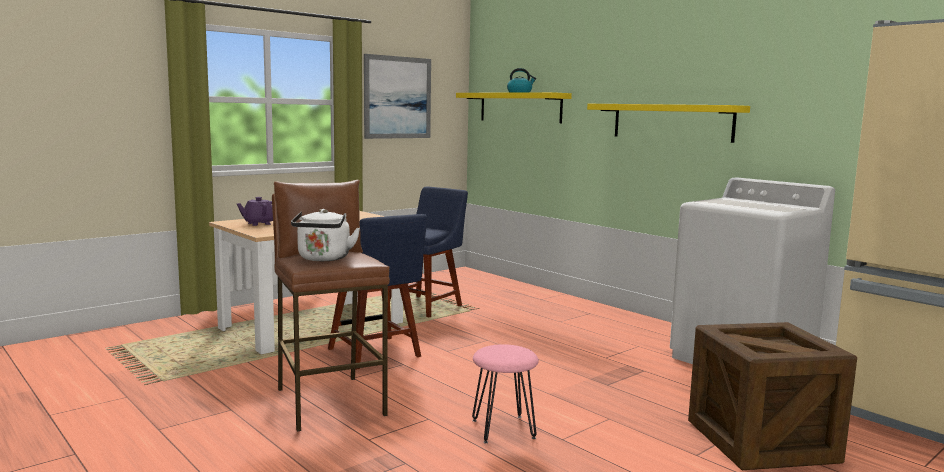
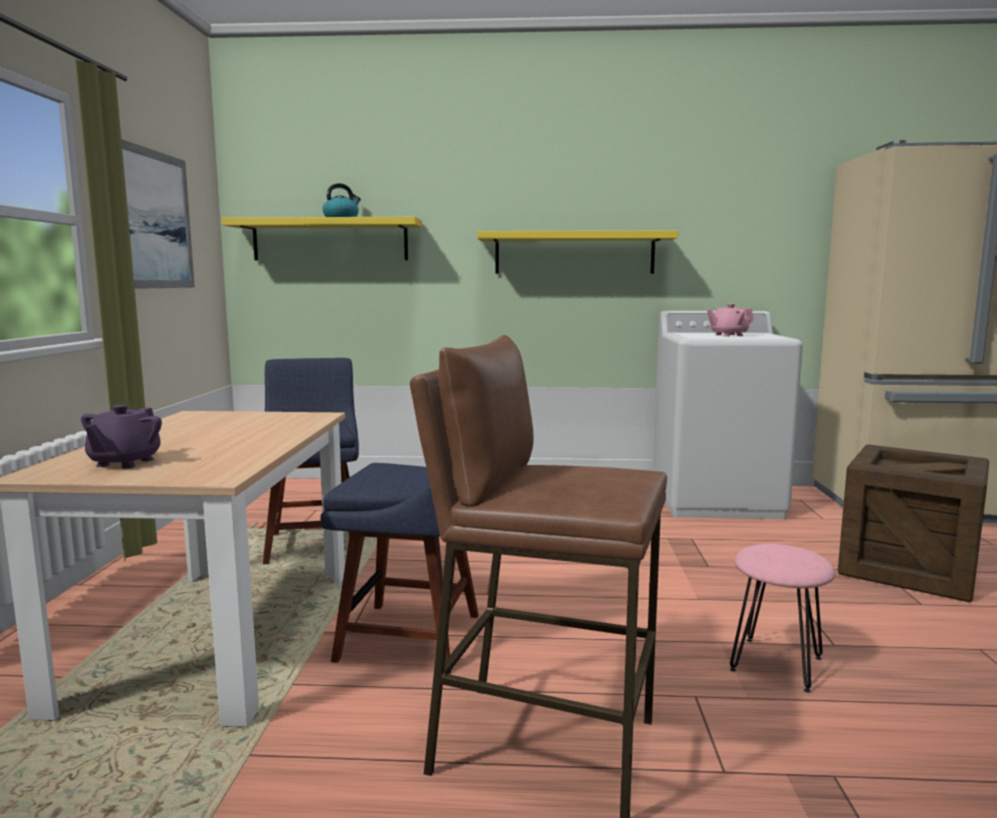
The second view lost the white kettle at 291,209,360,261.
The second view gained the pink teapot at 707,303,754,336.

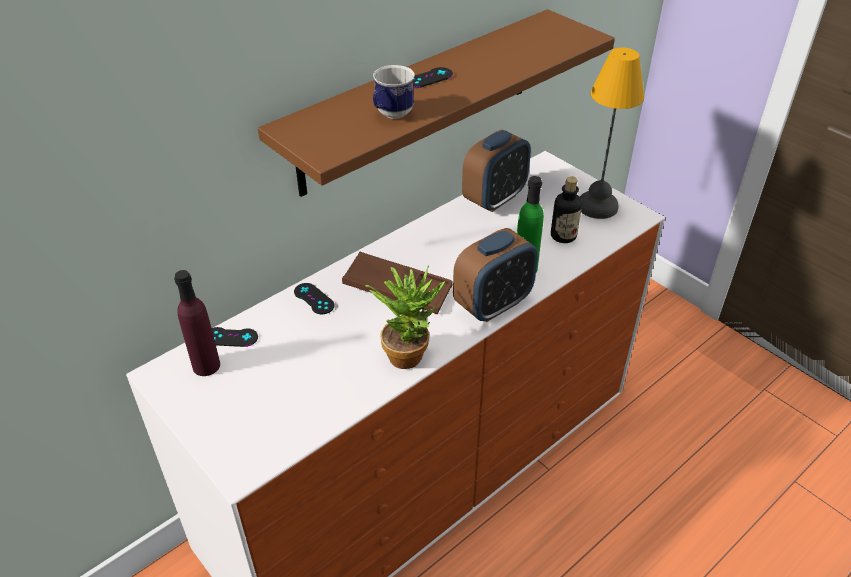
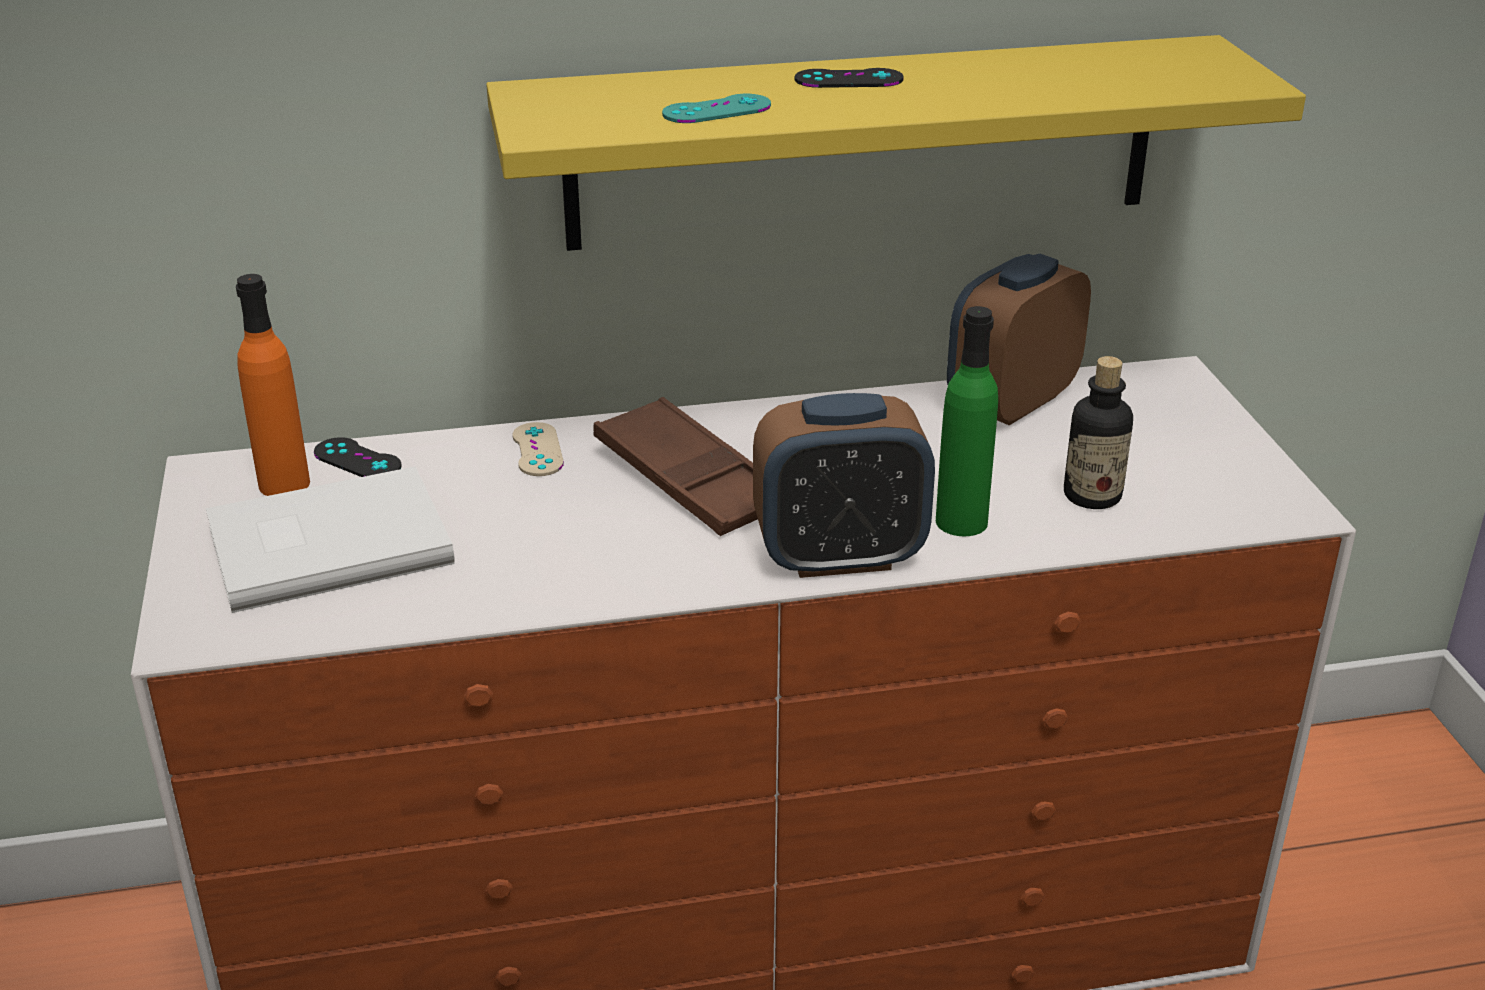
The second view lost the potted plant at 365,266,445,369.
The second view lost the table lamp at 580,48,644,219.
The second view gained the white book at 206,466,455,613.
Where the mug stood at 373,65,415,119, the turquoise game controller came to stand at 662,94,771,123.
What was the purple bottle at 174,270,220,376 turned into the orange bottle at 236,274,310,496.
What was the brown shelf at 258,9,615,197 turned into the yellow shelf at 486,35,1306,251.
What was the black game controller at 294,283,335,314 turned into the beige game controller at 512,422,564,476.
The alarm clock at 462,130,531,212 ended up facing another way, 150 degrees clockwise from before.

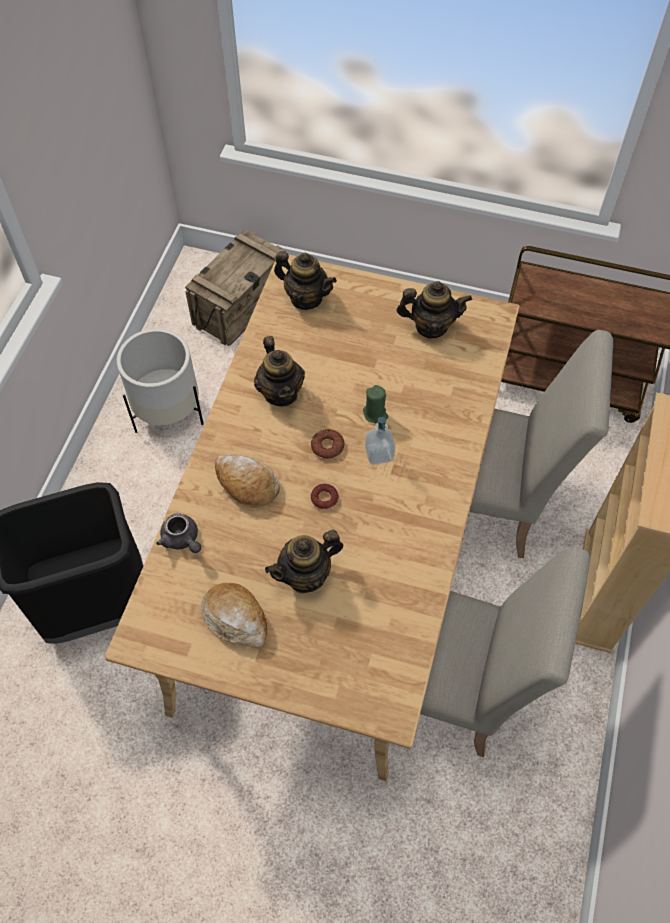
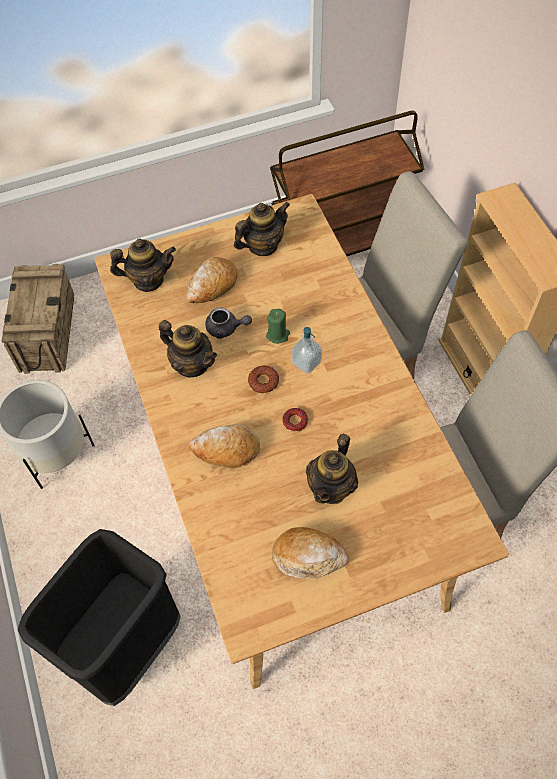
The second view gained the bread at 187,257,237,303.
The grey teapot ended up elsewhere, having gone from 156,514,201,553 to 205,307,252,339.

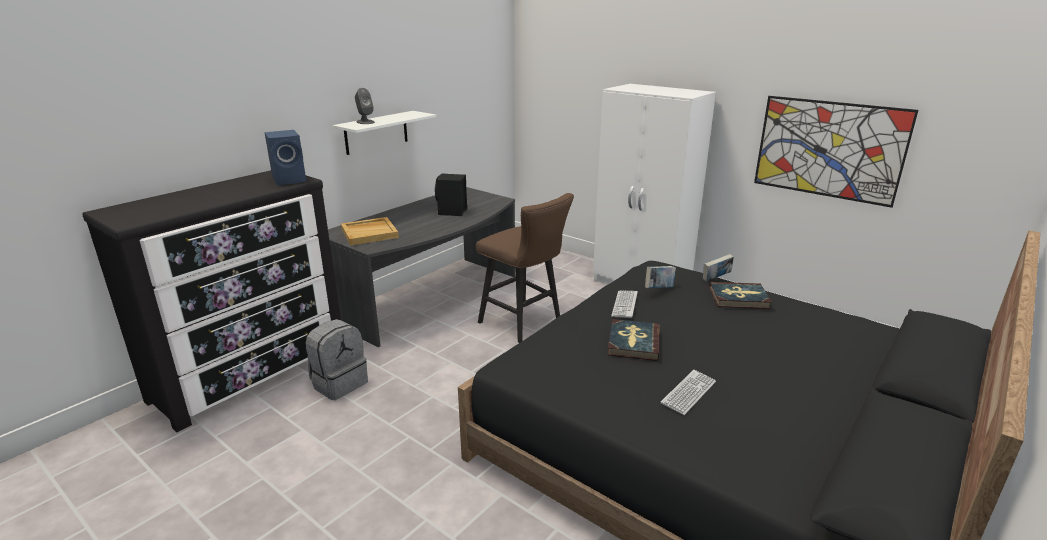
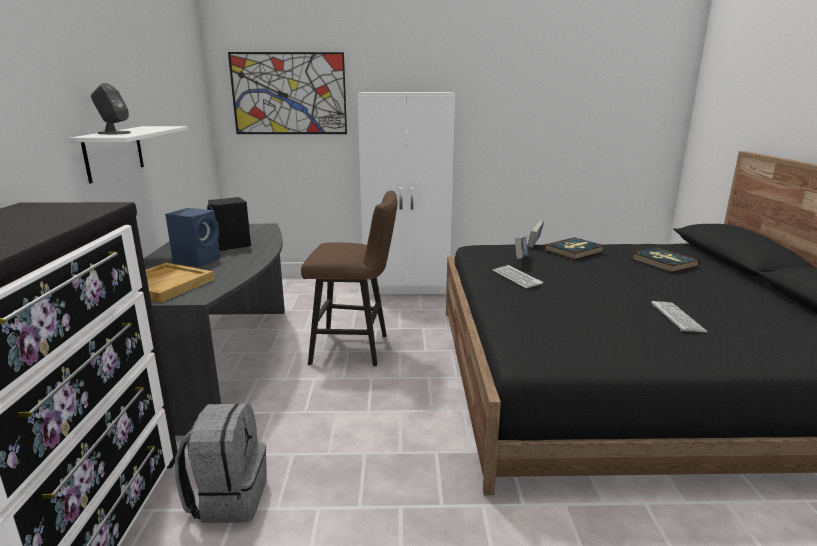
The blue speaker ended up elsewhere, having gone from 264,130,306,185 to 165,208,220,267.
The book ended up elsewhere, having gone from 607,319,660,361 to 631,247,700,273.
The picture ended up elsewhere, having gone from 754,96,918,208 to 228,52,347,134.

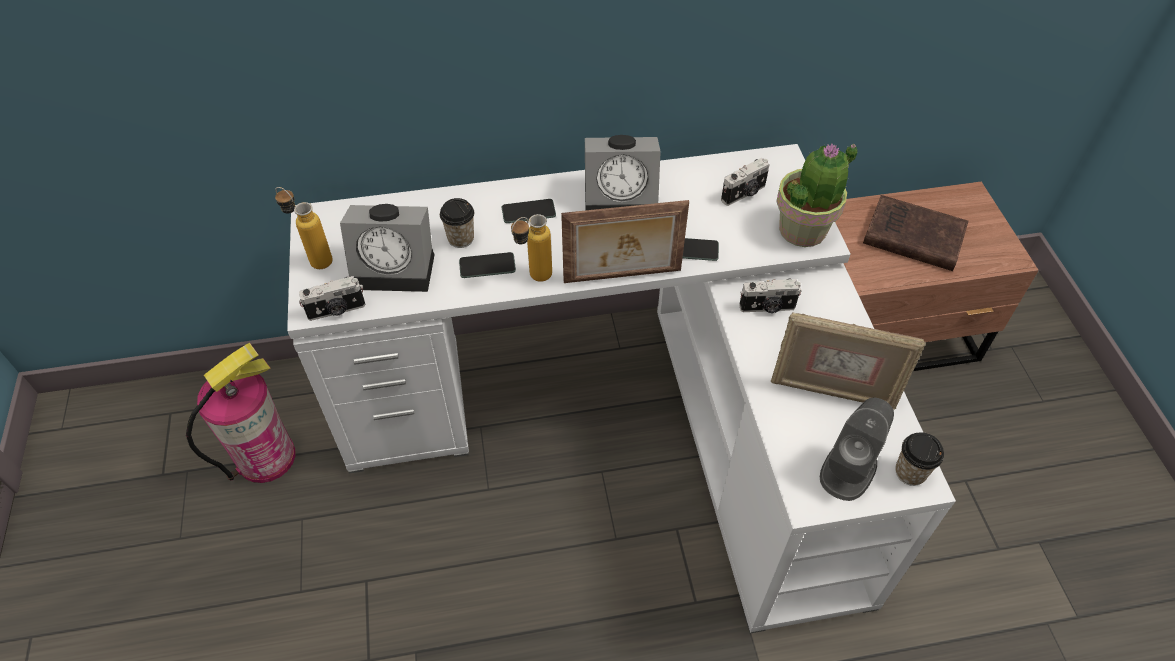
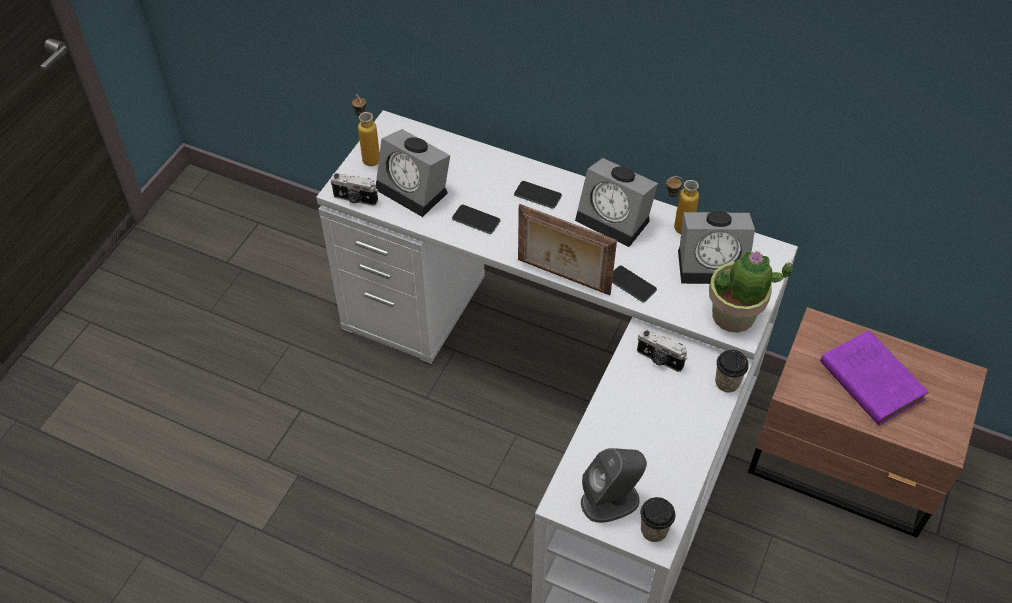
The second view lost the fire extinguisher at 186,343,295,483.
The second view lost the picture frame at 771,312,926,410.
The cup ended up elsewhere, having gone from 440,198,474,248 to 715,350,749,393.
The bottle ended up elsewhere, having gone from 511,214,552,282 to 666,176,699,234.
Where the photo camera stood at 721,158,770,206, the alarm clock came to stand at 678,211,755,284.
What was the brown book at 863,195,968,271 turned into the purple book at 820,330,929,426.

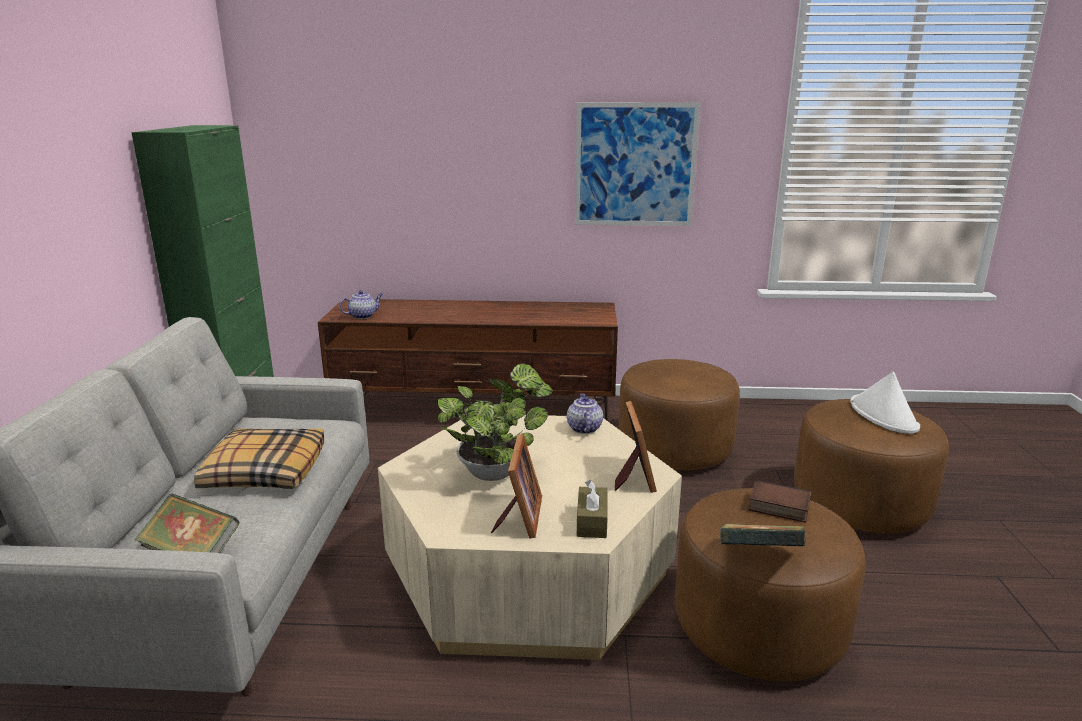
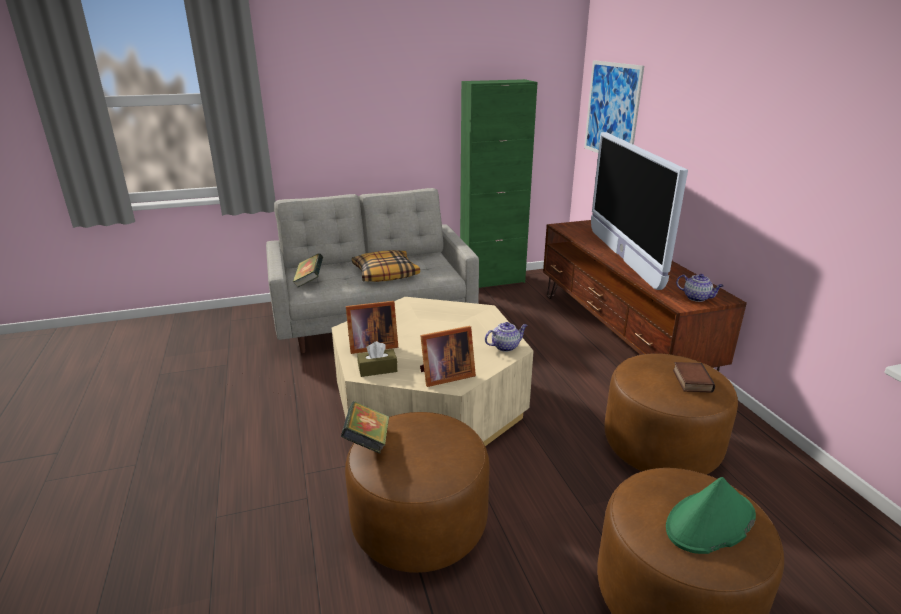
The second view lost the potted plant at 437,363,553,481.
The second view gained the television at 591,132,688,290.
The teapot ended up elsewhere, having gone from 339,290,383,319 to 676,274,724,302.
The picture ended up elsewhere, having gone from 575,102,700,226 to 584,60,644,153.
The book ended up elsewhere, having gone from 748,480,811,523 to 673,362,715,393.
What was the white hat at 850,371,920,434 turned into the green hat at 666,477,756,554.

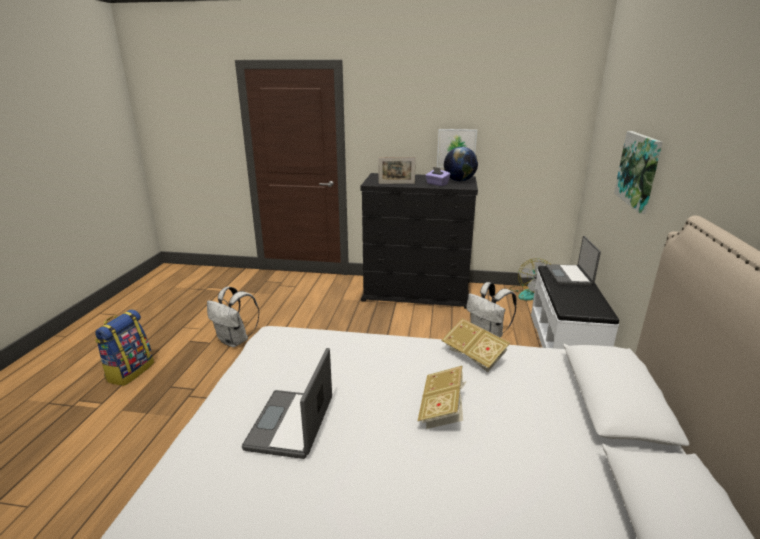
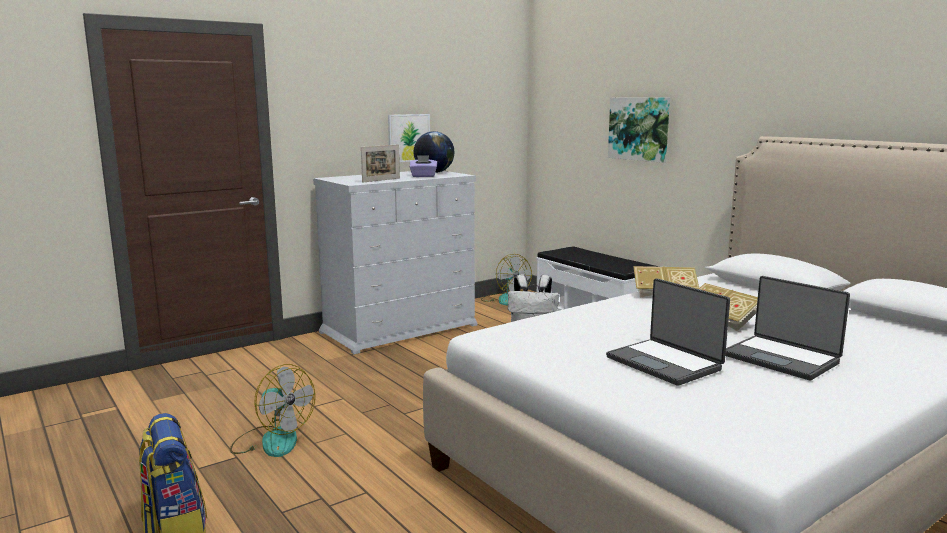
The laptop ended up elsewhere, having gone from 546,236,601,286 to 725,276,850,380.
Where the white backpack stood at 207,287,260,347, the fan came to stand at 230,364,315,457.
What was the black dresser at 360,173,478,309 turned into the white dresser at 313,171,478,354.

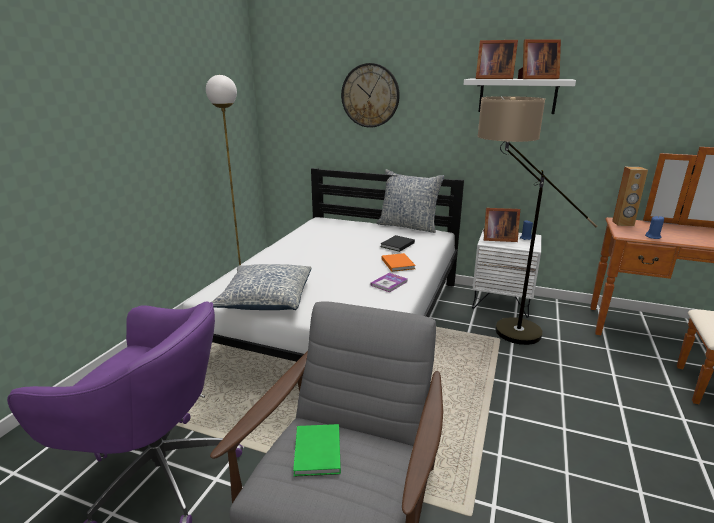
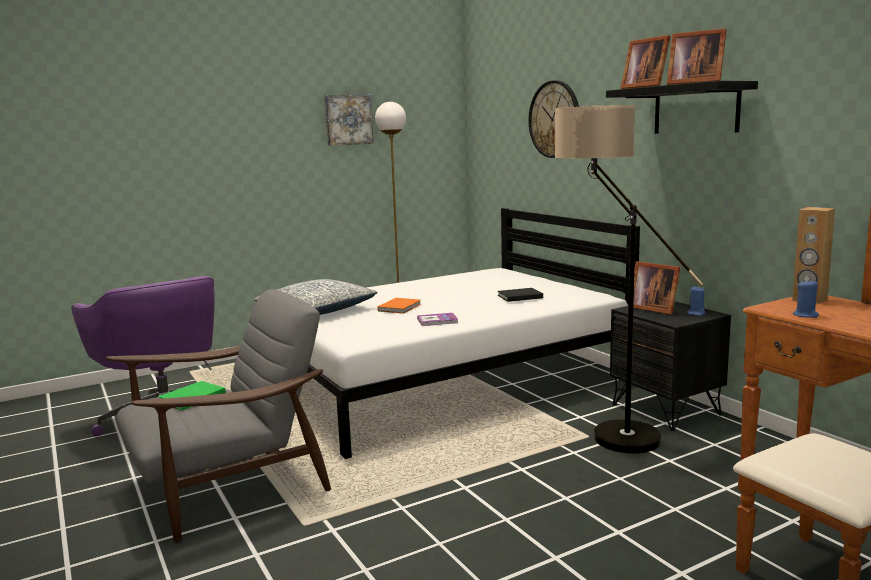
The second view lost the pillow at 376,169,445,233.
The second view gained the picture at 324,95,374,146.
The orange book ended up elsewhere, having gone from 382,253,416,272 to 377,298,421,314.
What was the white shelf at 464,79,576,114 turned into the black shelf at 606,81,758,134.
What was the white nightstand at 472,231,541,318 turned into the black nightstand at 610,302,731,431.

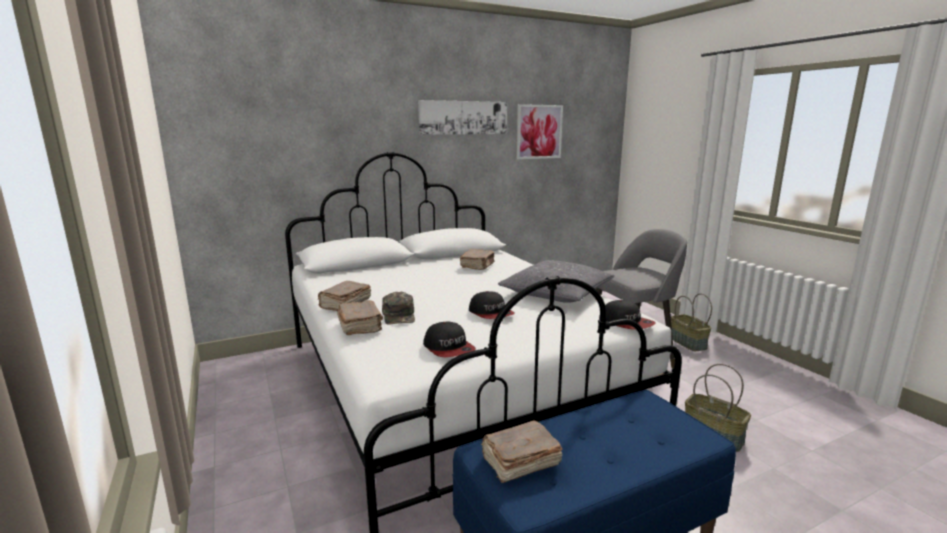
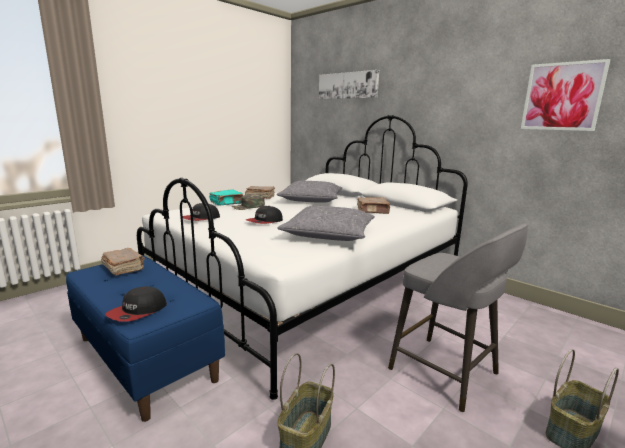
The second view gained the grey pillow at 276,181,343,203.
The picture ended up elsewhere, having gone from 418,100,507,135 to 319,70,379,99.
The cap ended up elsewhere, having gone from 599,300,656,330 to 105,286,167,322.
What was the brown book at 337,300,383,335 turned into the turquoise book at 209,189,244,206.

